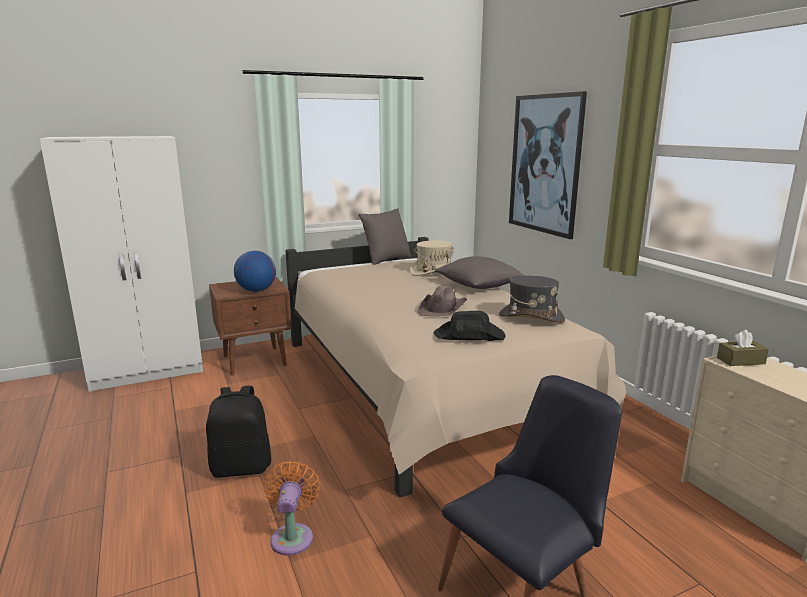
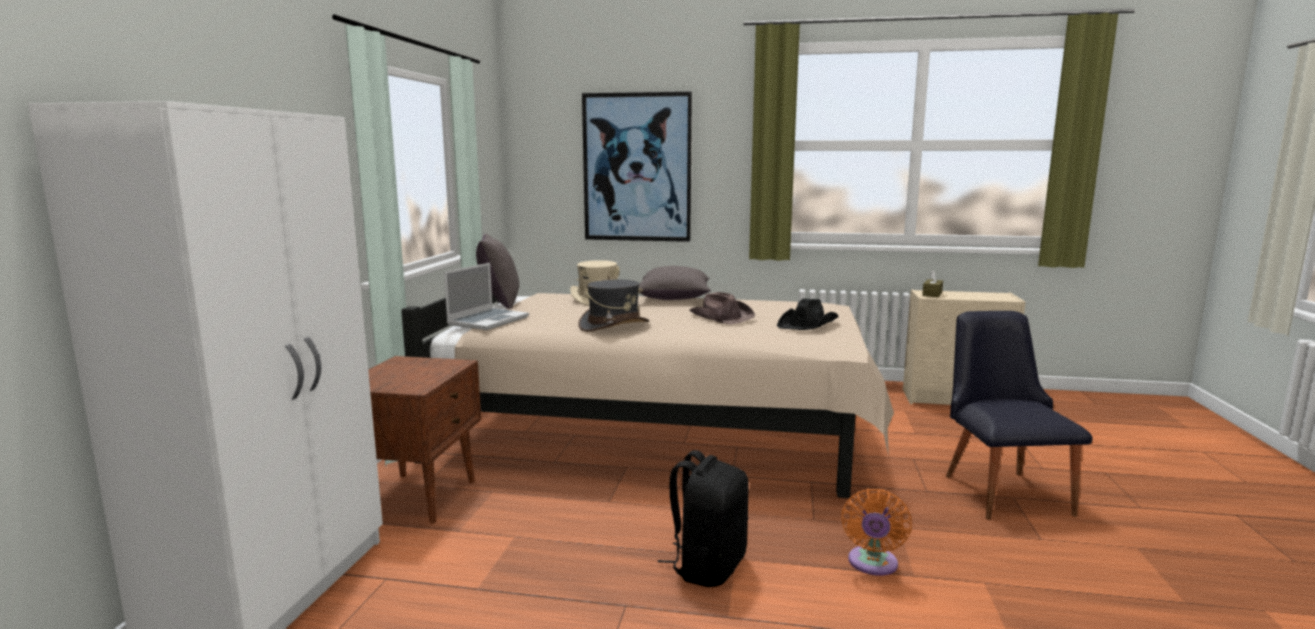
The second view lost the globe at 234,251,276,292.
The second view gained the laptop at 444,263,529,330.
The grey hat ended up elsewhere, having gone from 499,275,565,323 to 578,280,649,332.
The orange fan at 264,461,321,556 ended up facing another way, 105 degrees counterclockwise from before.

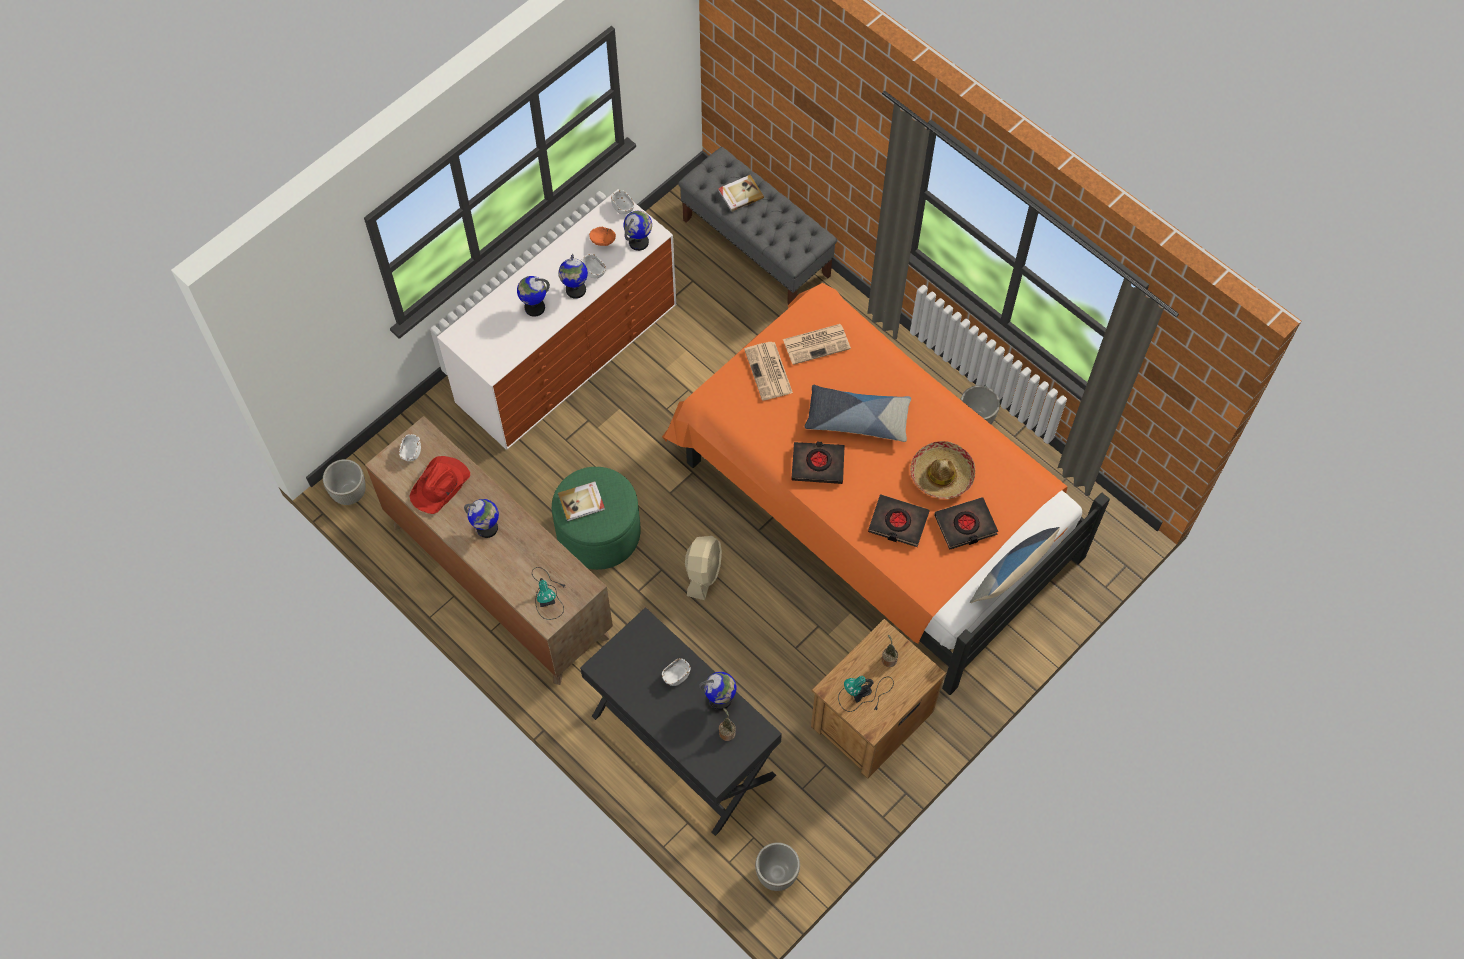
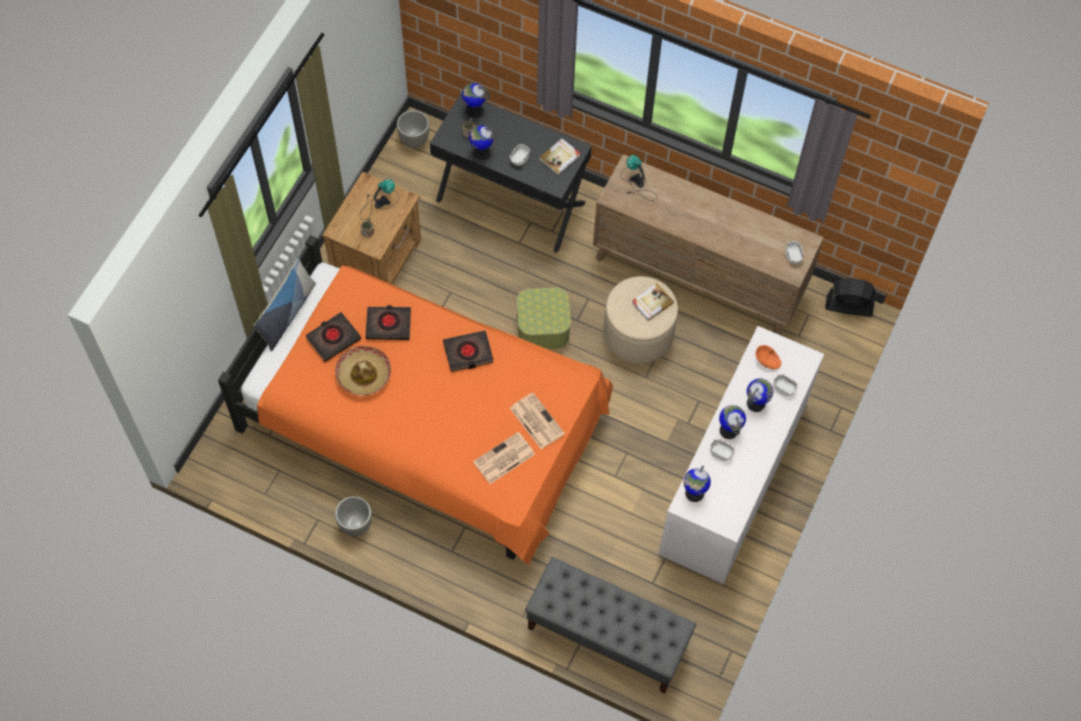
The second view lost the red hat at 409,456,470,514.
The second view lost the pillow at 804,385,911,442.
The globe ended up elsewhere, having gone from 464,499,499,538 to 462,83,490,118.
The orange bowl ended up elsewhere, having gone from 589,227,616,246 to 755,345,781,369.
The white bowl ended up elsewhere, having gone from 611,190,634,214 to 773,374,798,396.
The book ended up elsewhere, having gone from 718,175,764,212 to 539,138,581,175.
Where the grey planter stood at 323,459,366,505, the black fan came to stand at 825,278,877,317.
Where the beige fan stood at 685,536,722,600, the storage box came to stand at 517,287,571,349.
What was the green ottoman at 552,467,641,570 turned into the beige ottoman at 603,276,678,364.

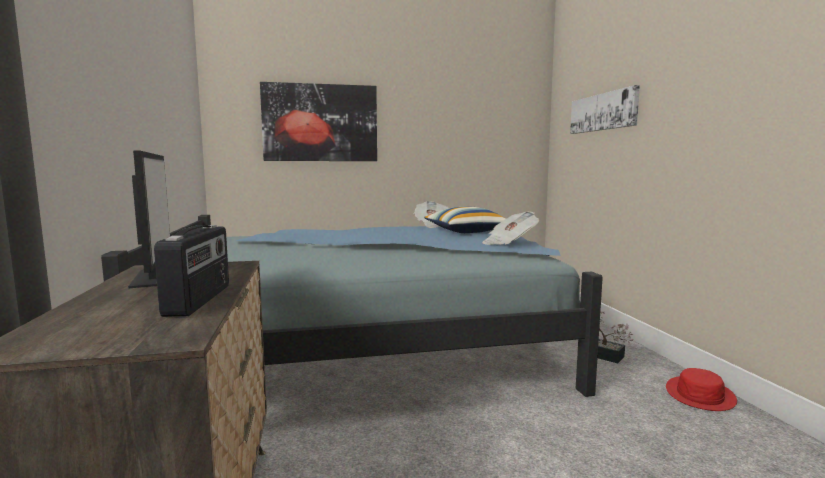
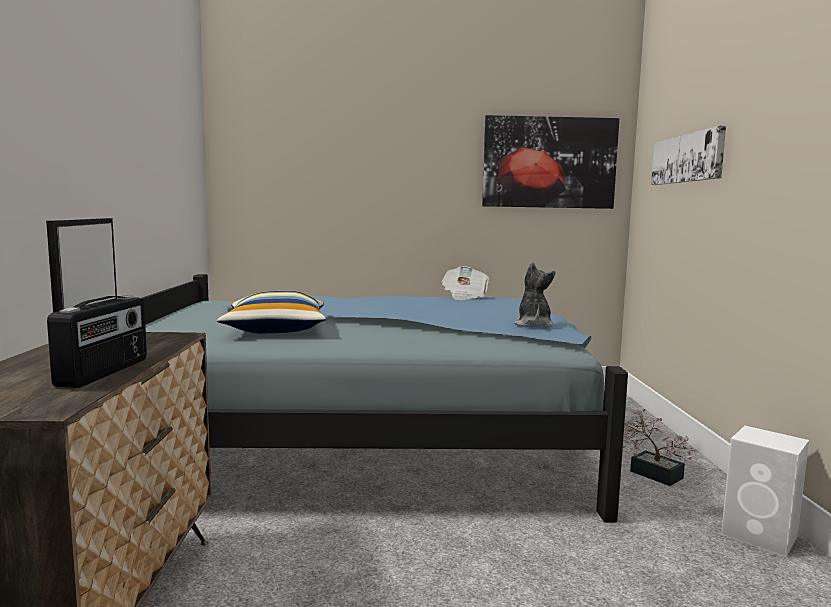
The picture ended up elsewhere, having gone from 260,82,377,161 to 482,115,619,209.
The pillow ended up elsewhere, having gone from 424,206,506,233 to 217,291,326,333.
Where the newspaper stood at 482,211,539,245, the plush toy came to stand at 514,262,556,327.
Where the red hat stood at 666,368,737,411, the white speaker came to stand at 721,426,809,557.

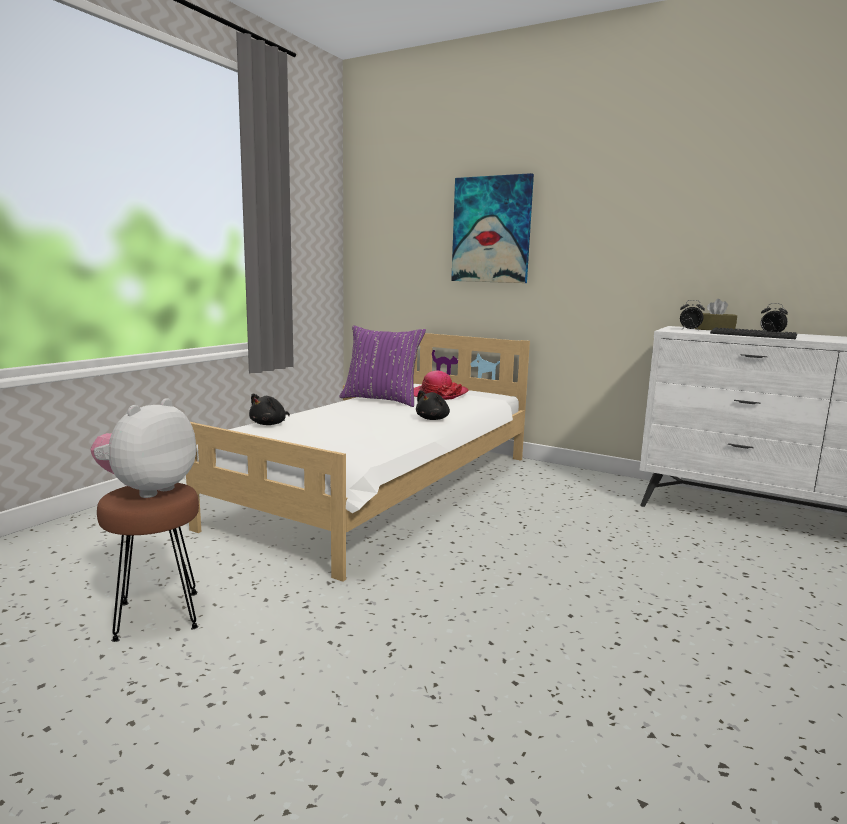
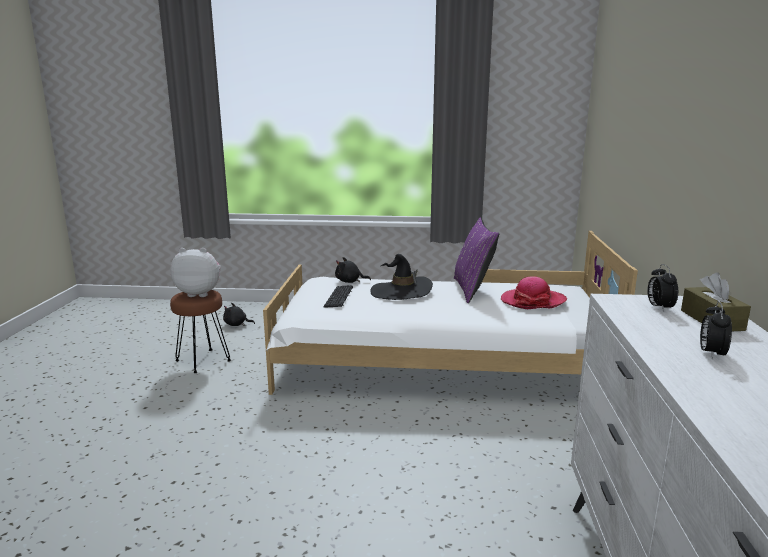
The second view lost the picture at 451,173,534,283.
The second view gained the black hat at 370,254,433,300.
The black plush toy ended up elsewhere, having gone from 416,390,450,420 to 223,303,255,326.
The keyboard ended up elsewhere, having gone from 710,327,797,339 to 324,285,353,308.

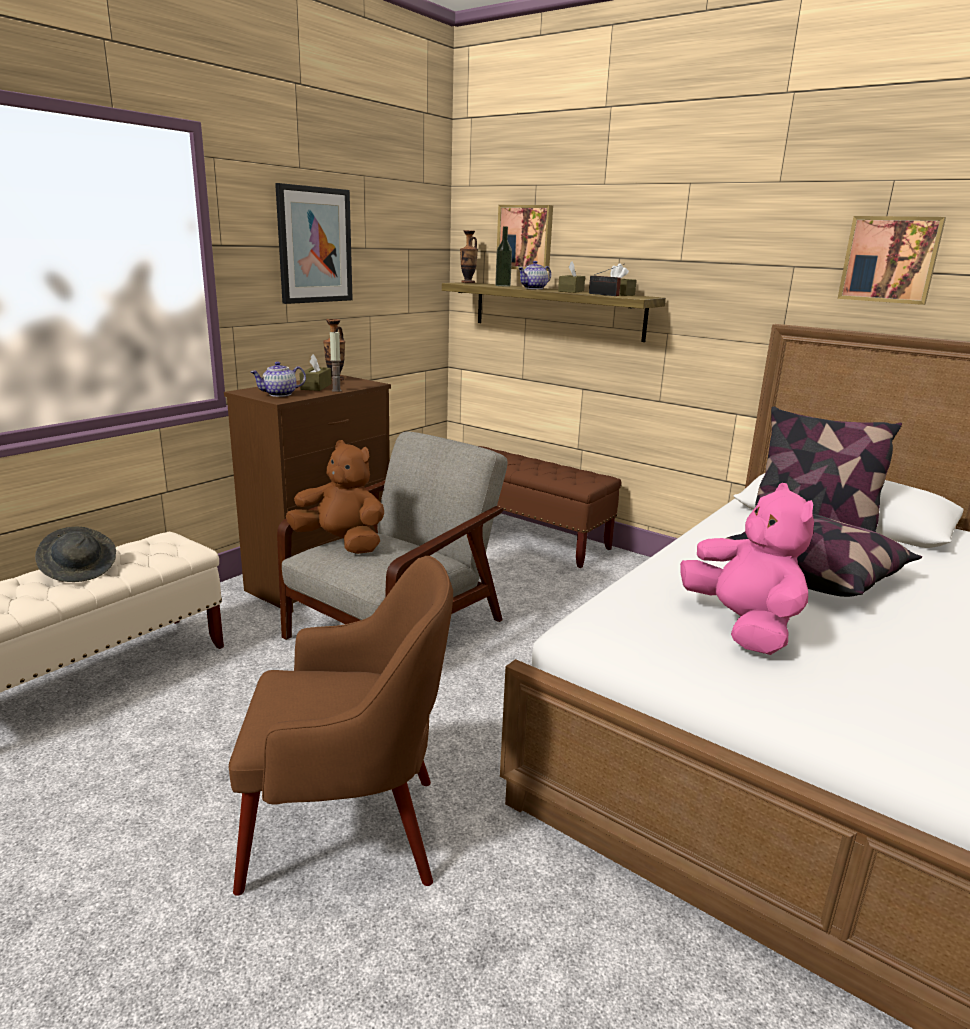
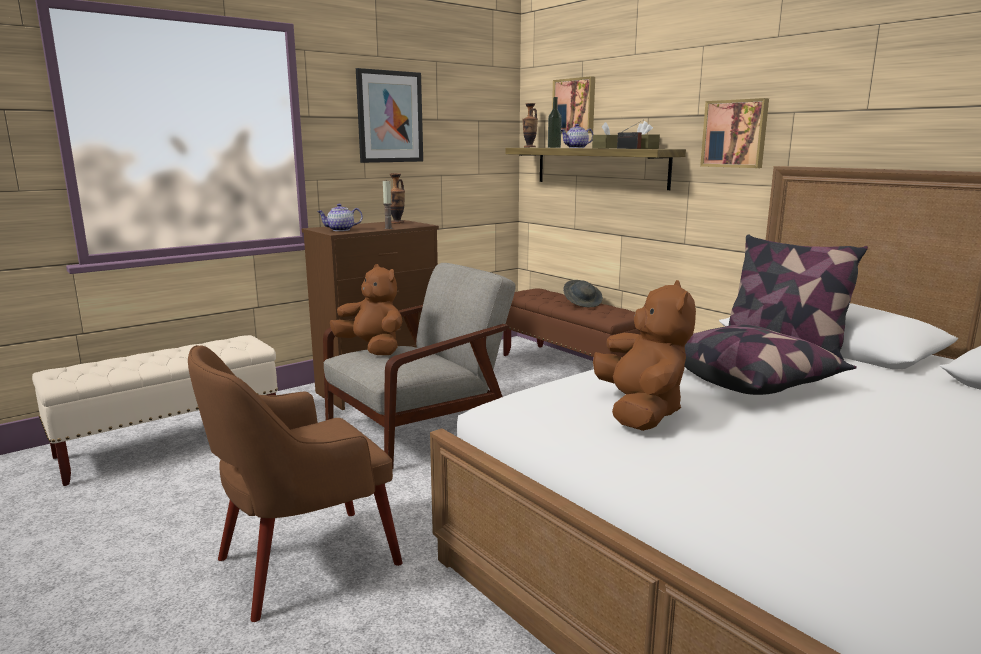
The second view lost the brown tissue box at 299,354,332,391.
The grey hat ended up elsewhere, having gone from 35,527,116,582 to 563,280,603,307.
The picture ended up elsewhere, having gone from 838,216,946,305 to 700,98,769,168.
What was the pink plush toy at 680,483,814,655 turned into the brown plush toy at 593,280,696,431.
The brown armchair at 229,556,453,896 ended up facing another way, 135 degrees clockwise from before.

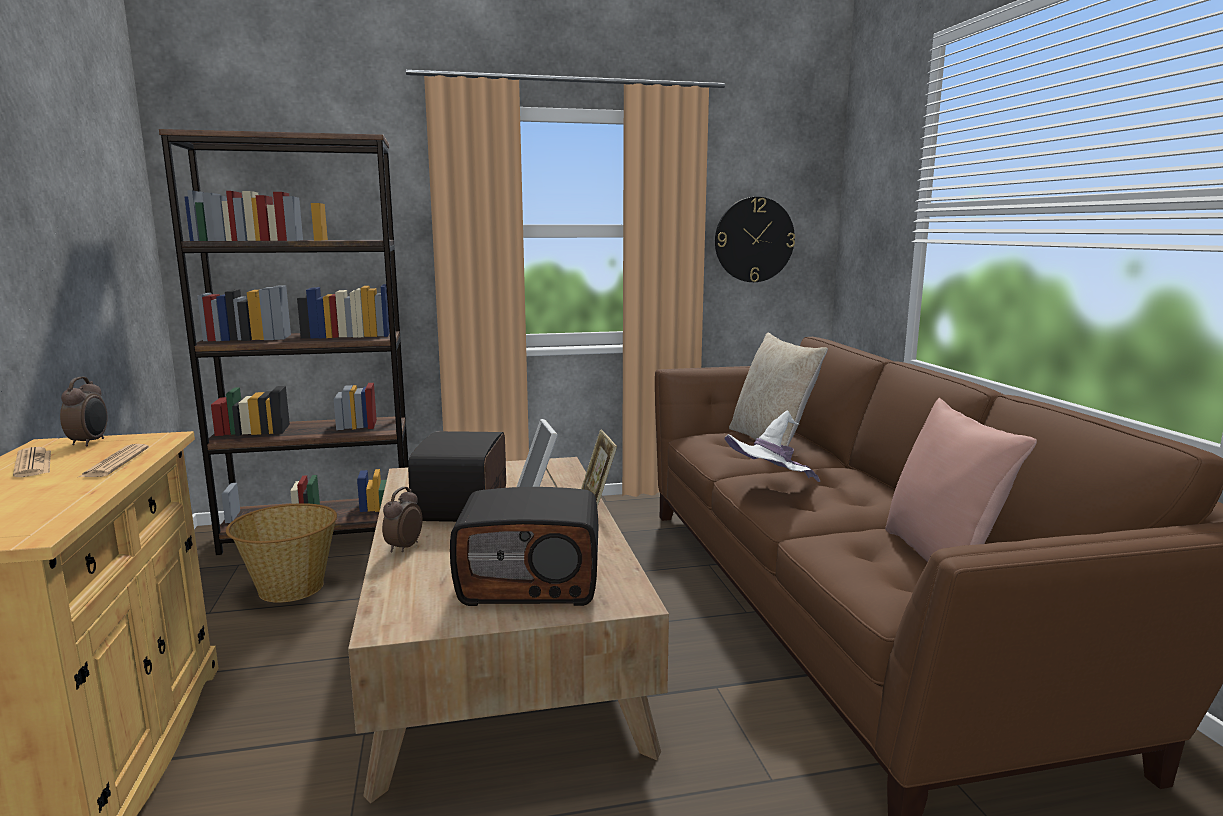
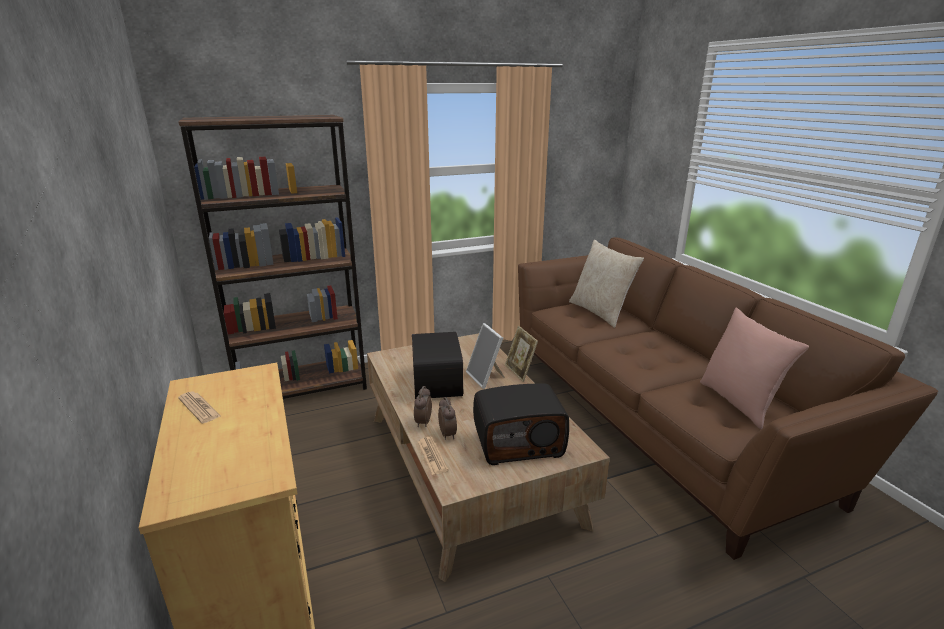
The second view lost the basket at 226,503,337,603.
The second view lost the wall clock at 715,197,795,282.
The second view lost the white hat at 725,411,820,482.
The alarm clock ended up elsewhere, having gone from 60,377,108,446 to 438,397,457,440.
The newspaper ended up elsewhere, having gone from 79,444,149,477 to 418,437,448,475.

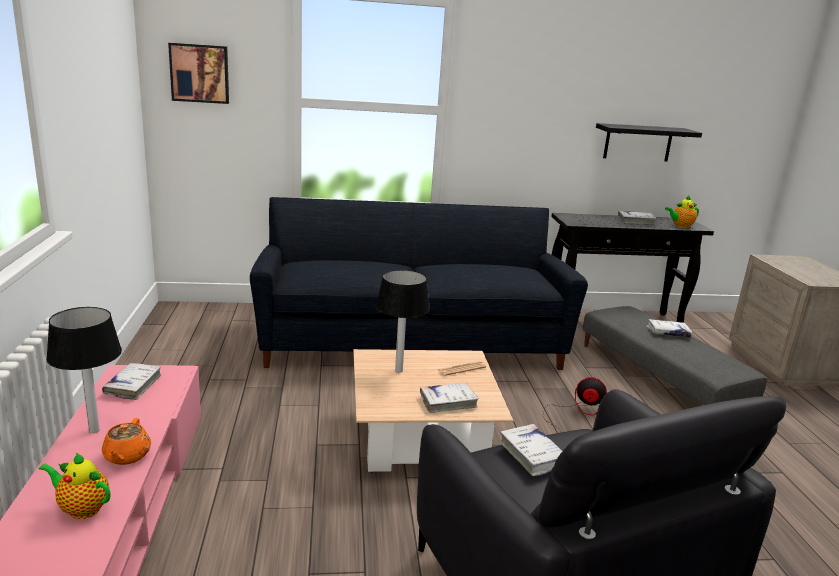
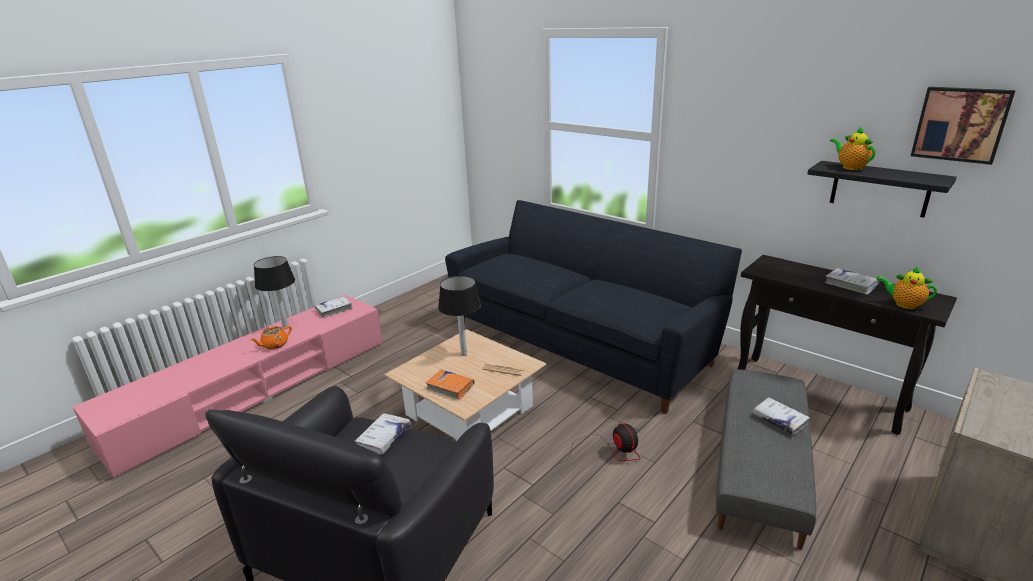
The teapot ended up elsewhere, having gone from 39,452,110,519 to 830,126,876,170.
The picture ended up elsewhere, having gone from 168,43,229,104 to 911,87,1016,165.
What was the white book at 420,383,479,413 turned into the orange book at 425,369,475,400.

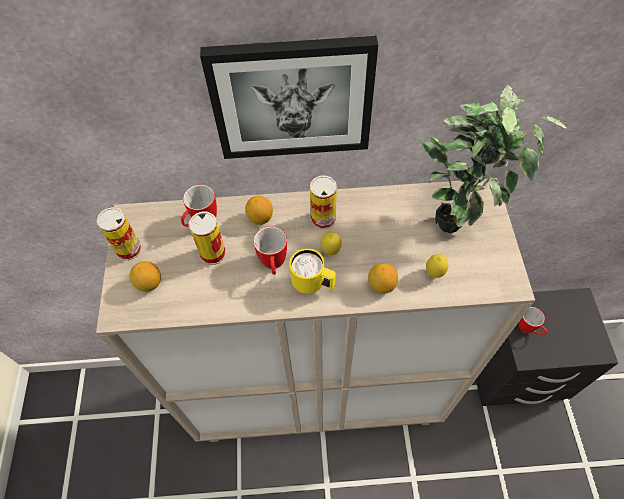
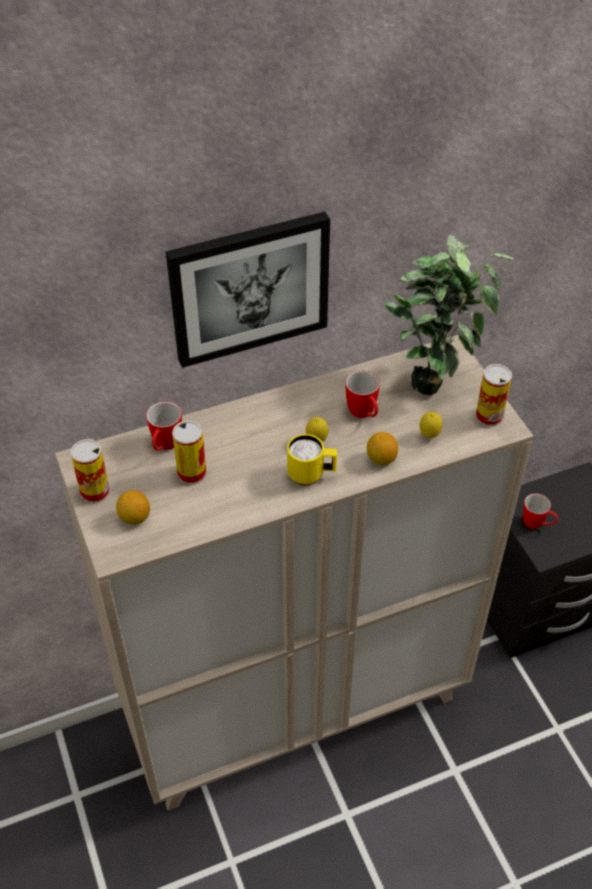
The second view lost the lemon at 245,196,273,225.
The mug ended up elsewhere, having gone from 253,226,287,275 to 345,371,380,418.
The can ended up elsewhere, having gone from 310,175,337,229 to 476,364,512,427.

